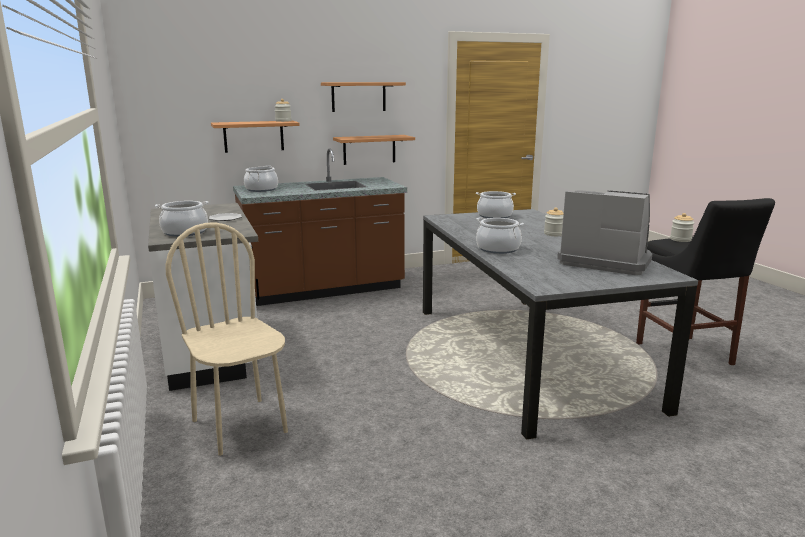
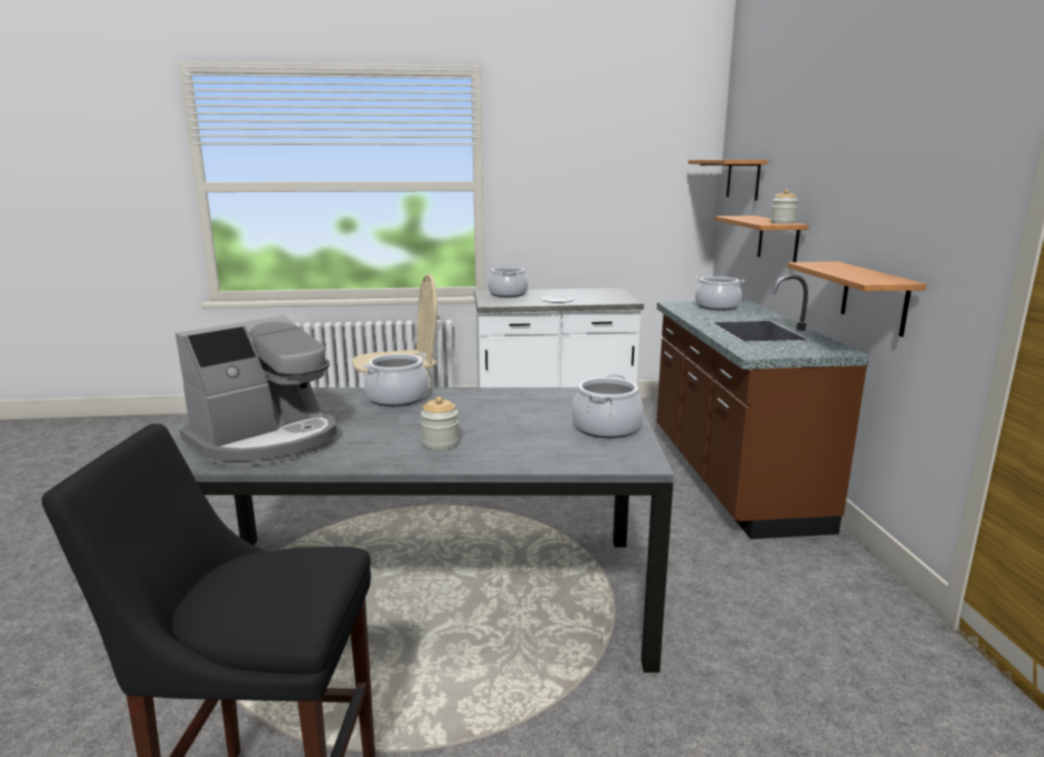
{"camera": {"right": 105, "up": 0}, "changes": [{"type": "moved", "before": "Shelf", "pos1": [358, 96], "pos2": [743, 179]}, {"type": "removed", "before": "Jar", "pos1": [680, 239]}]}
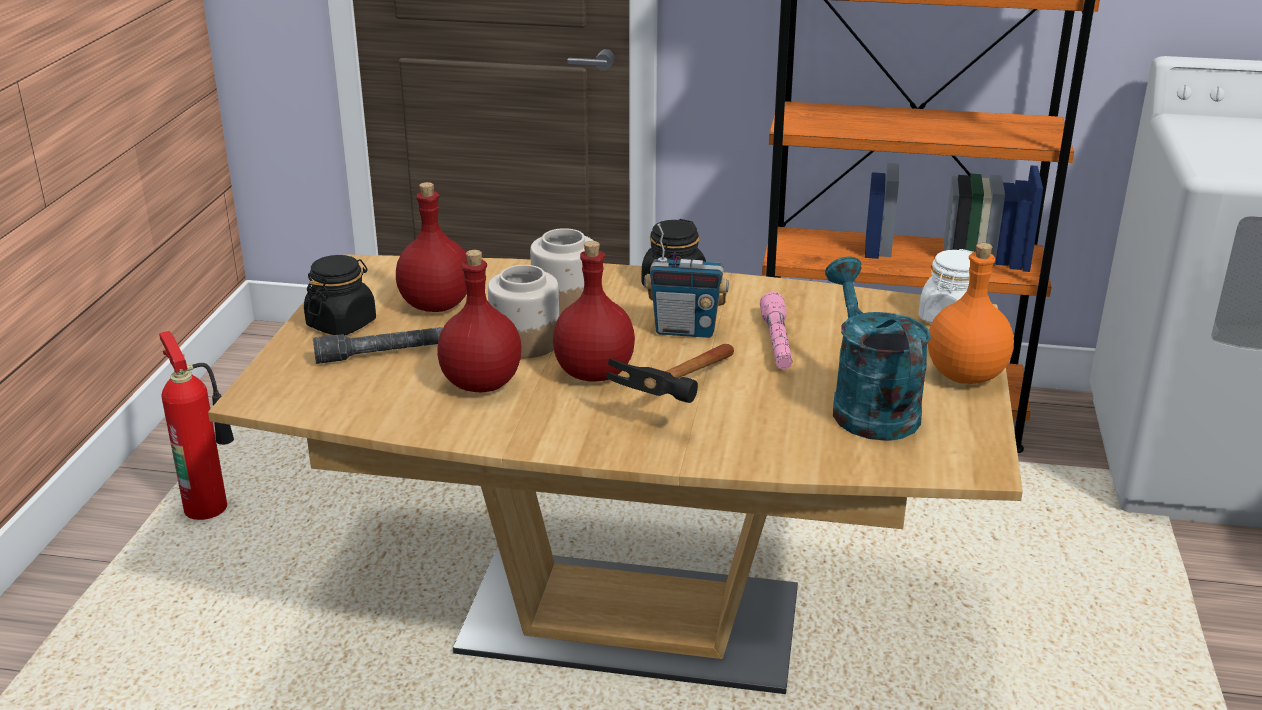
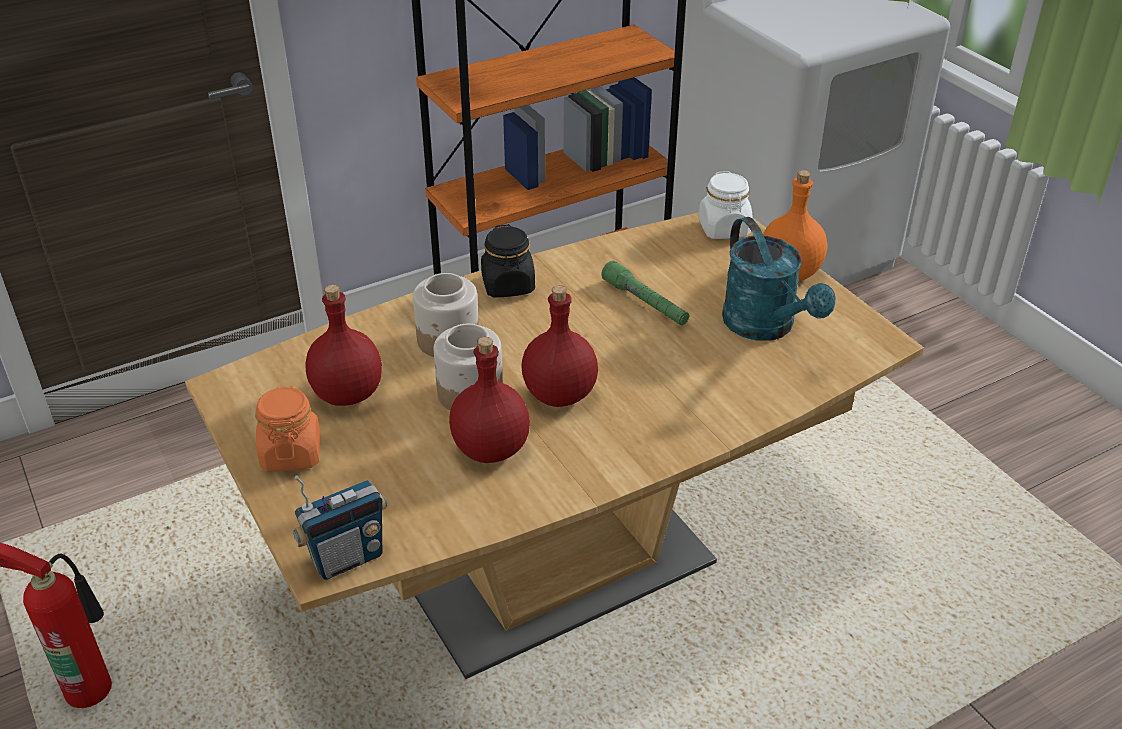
{"camera": {"right": -40, "up": 10}, "changes": [{"type": "recoloured", "before": "BlackJar", "after": "OrangeJar", "pos1": [342, 324], "pos2": [291, 453]}, {"type": "moved", "before": "Radio", "pos1": [685, 330], "pos2": [347, 558]}, {"type": "recoloured", "before": "PinkFlashlight", "after": "GreenFlashlight", "pos1": [777, 342], "pos2": [645, 303]}, {"type": "turned", "before": "TurquoiseWateringCan", "pos1": [868, 405], "pos2": [766, 327], "turn": -150}, {"type": "removed", "before": "GreyFlashlight", "pos1": [381, 354]}, {"type": "removed", "before": "Hammer", "pos1": [678, 403]}]}
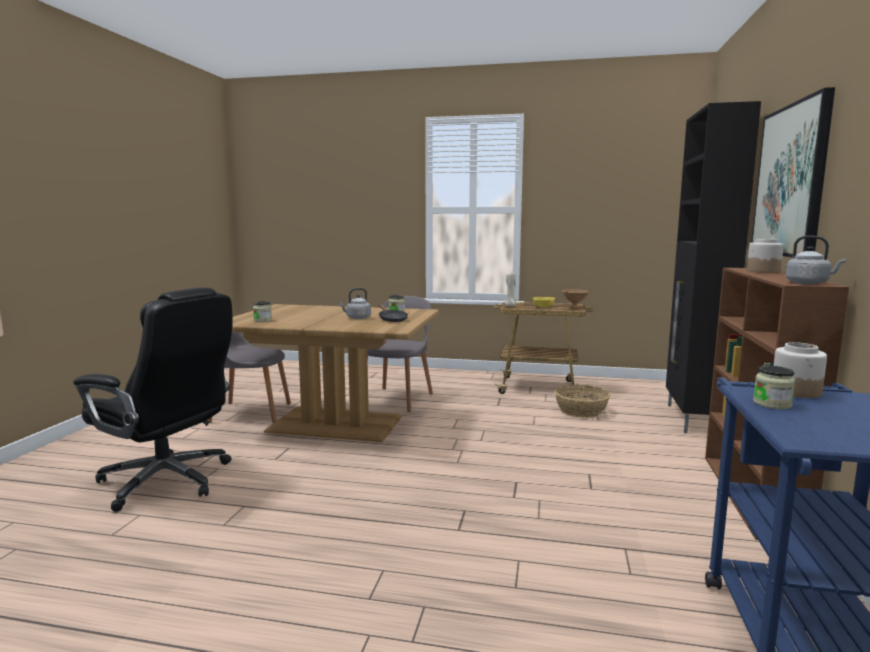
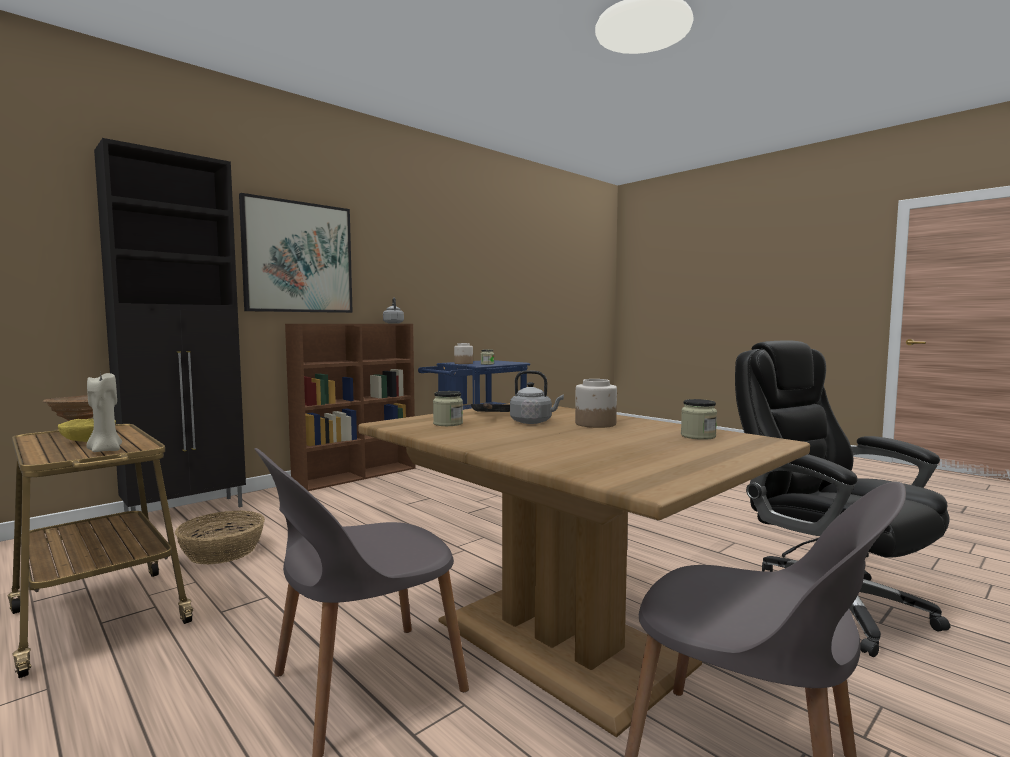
{"camera": {"right": -145, "up": -5}, "changes": [{"type": "moved", "before": "Jar", "pos1": [763, 271], "pos2": [595, 424]}]}
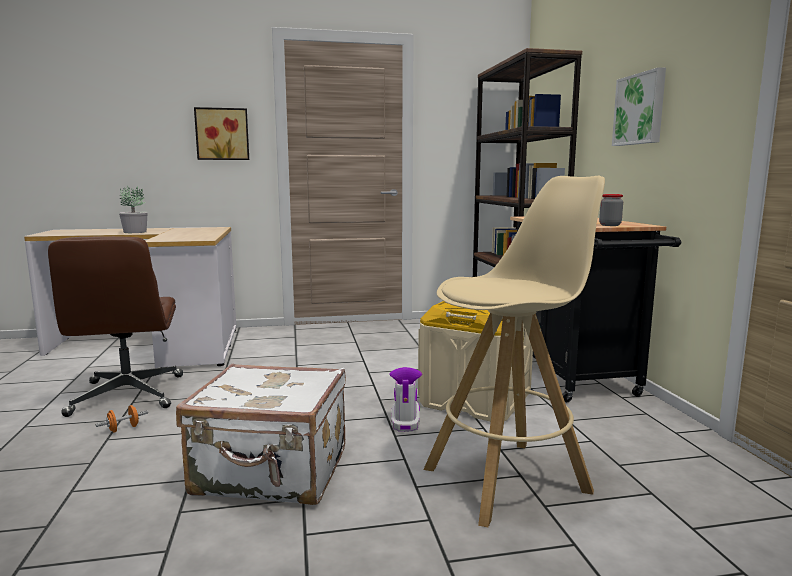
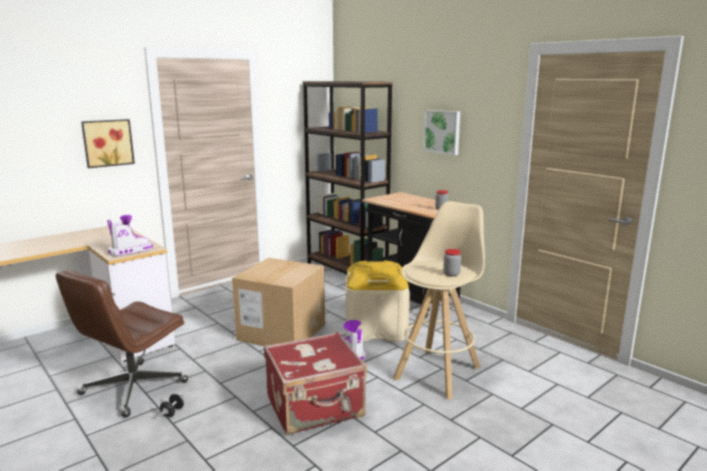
{"camera": {"right": -30, "up": 5}, "changes": [{"type": "turned", "before": "BrownOfficeChair", "pos1": [128, 395], "pos2": [133, 389], "turn": 75}, {"type": "added", "after": "Boot", "pos2": [130, 251]}, {"type": "recoloured", "before": "OrangeDumbbell", "after": "BlackDumbbell", "pos1": [123, 429], "pos2": [172, 412]}, {"type": "added", "after": "CardboardBox", "pos2": [282, 332]}, {"type": "recoloured", "before": "WhiteSuitcase", "after": "RedSuitcase", "pos1": [272, 473], "pos2": [316, 408]}, {"type": "added", "after": "Jar", "pos2": [451, 274]}, {"type": "removed", "before": "PottedPlant", "pos1": [135, 232]}]}
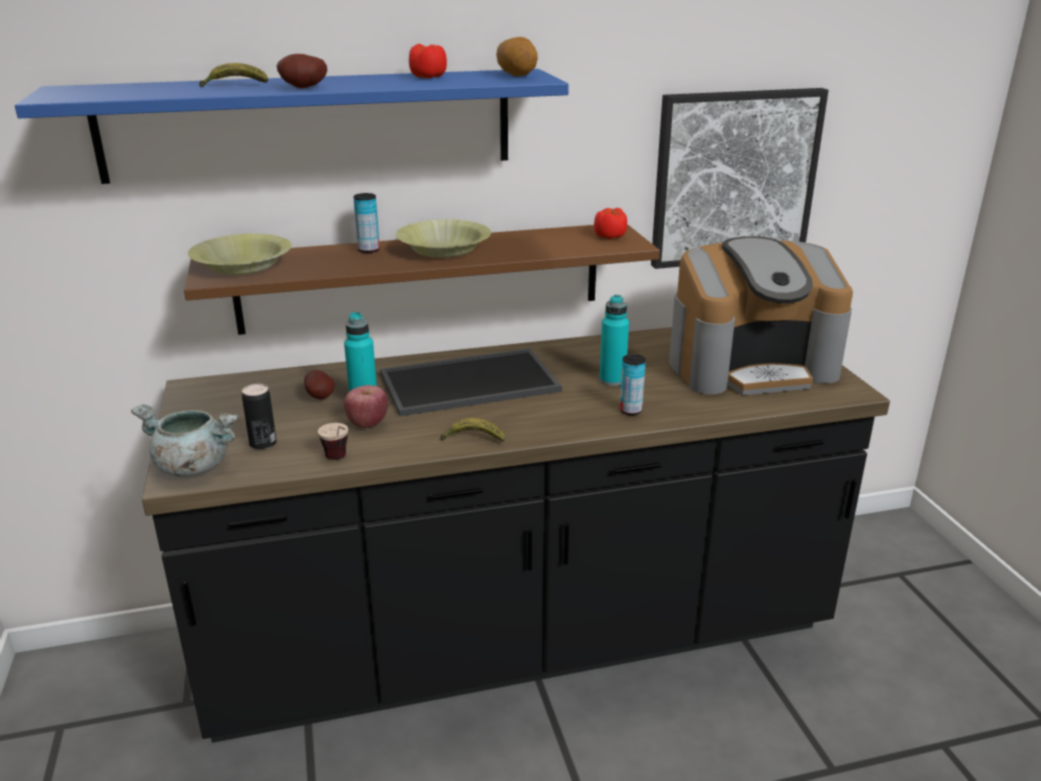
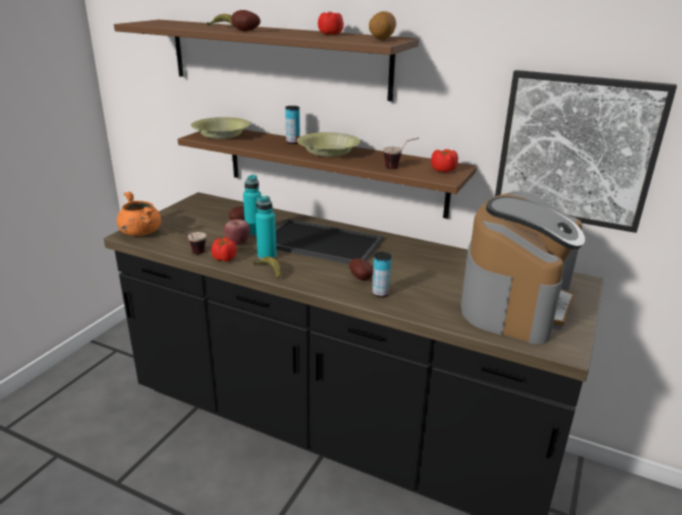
{"camera": {"right": 40, "up": 0}, "changes": [{"type": "recoloured", "before": "BlueShelf", "after": "BrownShelf", "pos1": [309, 124], "pos2": [276, 58]}, {"type": "recoloured", "before": "GreyCookingPot", "after": "OrangeCookingPot", "pos1": [192, 467], "pos2": [140, 232]}, {"type": "added", "after": "Tomato", "pos2": [224, 258]}, {"type": "moved", "before": "TurquoiseBottle", "pos1": [612, 380], "pos2": [267, 256]}, {"type": "added", "after": "Potato", "pos2": [361, 278]}, {"type": "added", "after": "Cup", "pos2": [399, 167]}, {"type": "turned", "before": "CoffeeMachine", "pos1": [751, 365], "pos2": [515, 301], "turn": -90}, {"type": "removed", "before": "Can", "pos1": [263, 443]}]}
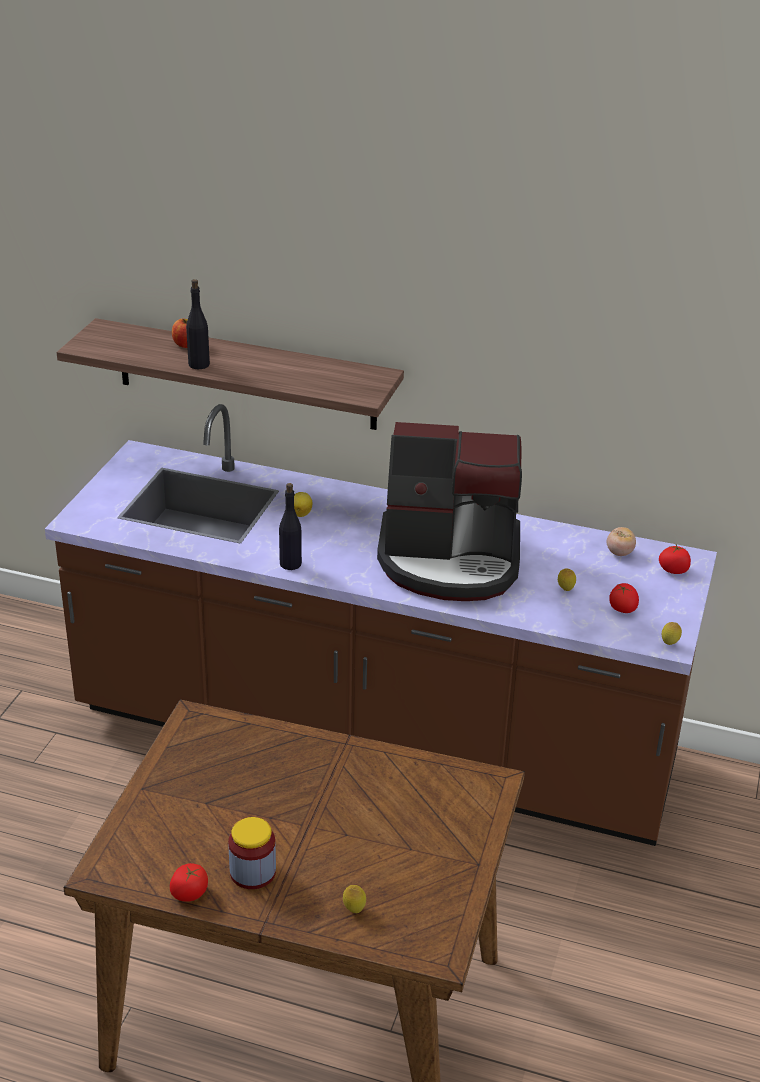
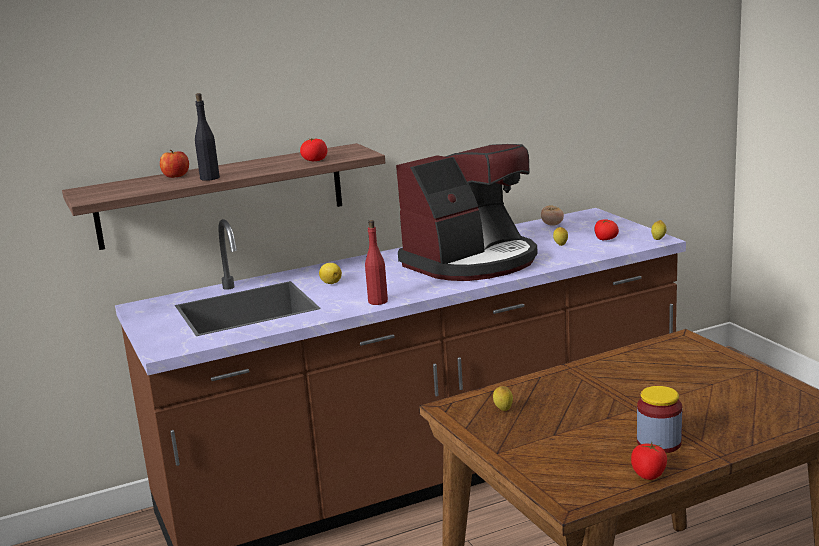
{"camera": {"right": -40, "up": -15}, "changes": [{"type": "moved", "before": "Tomato", "pos1": [673, 570], "pos2": [314, 160]}, {"type": "recoloured", "before": "BlackBottle", "after": "RedBottle", "pos1": [290, 564], "pos2": [377, 301]}, {"type": "moved", "before": "Lemon", "pos1": [354, 910], "pos2": [503, 410]}]}
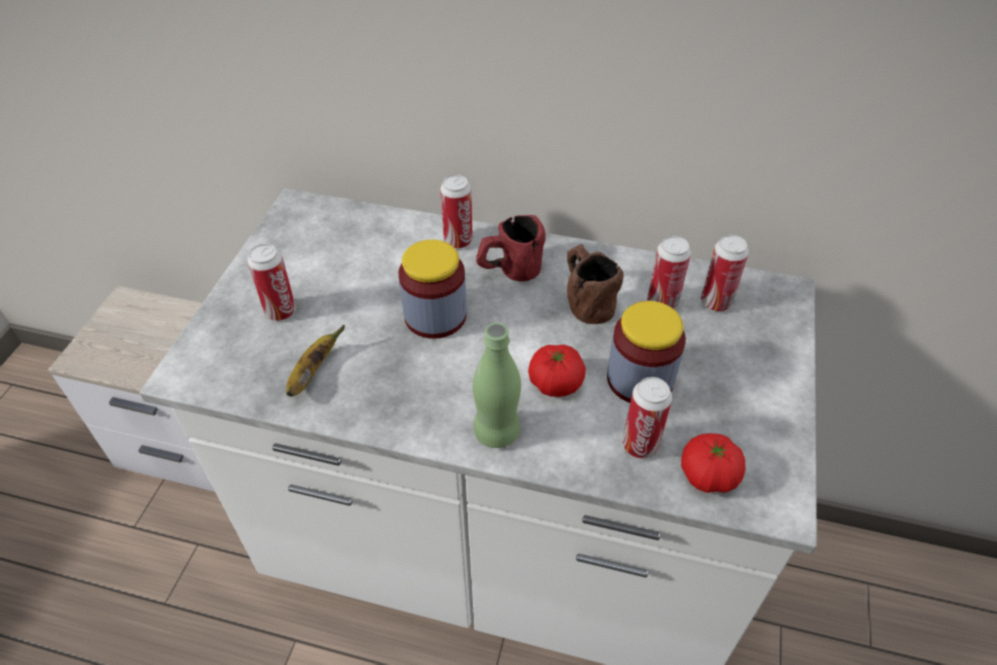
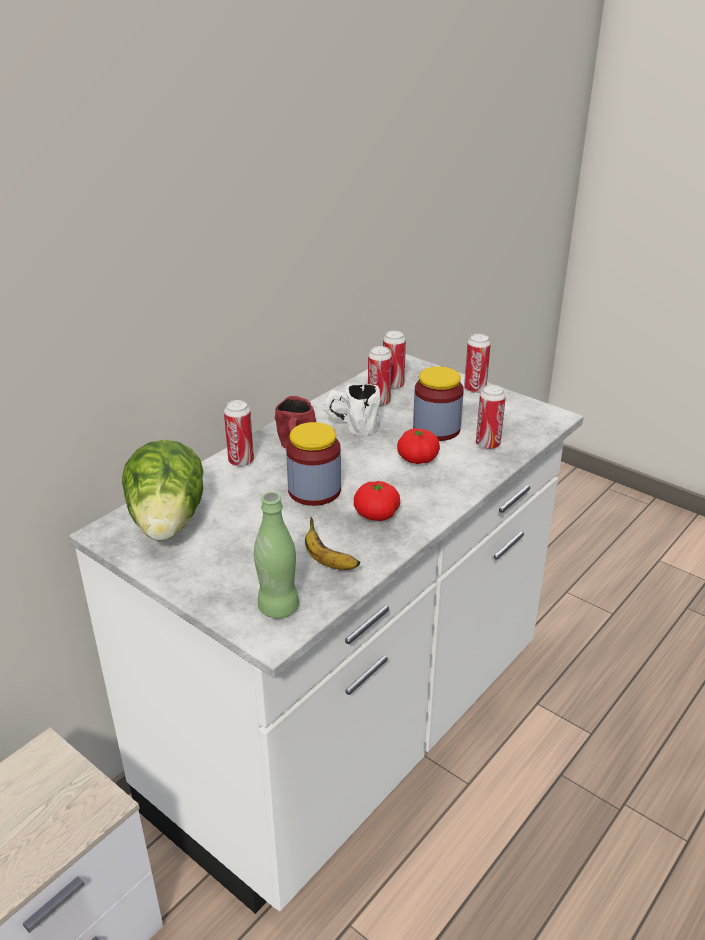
{"camera": {"right": -65, "up": -15}, "changes": [{"type": "added", "after": "Lettuce", "pos2": [168, 523]}, {"type": "moved", "before": "GreenBottle", "pos1": [496, 432], "pos2": [278, 607]}, {"type": "recoloured", "before": "BrownMug", "after": "WhiteMug", "pos1": [585, 300], "pos2": [351, 427]}, {"type": "moved", "before": "Tomato", "pos1": [708, 475], "pos2": [376, 514]}, {"type": "moved", "before": "Can", "pos1": [280, 311], "pos2": [475, 389]}]}
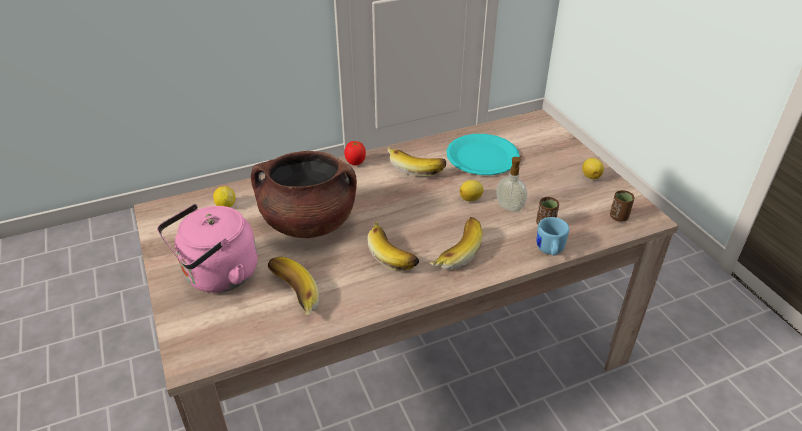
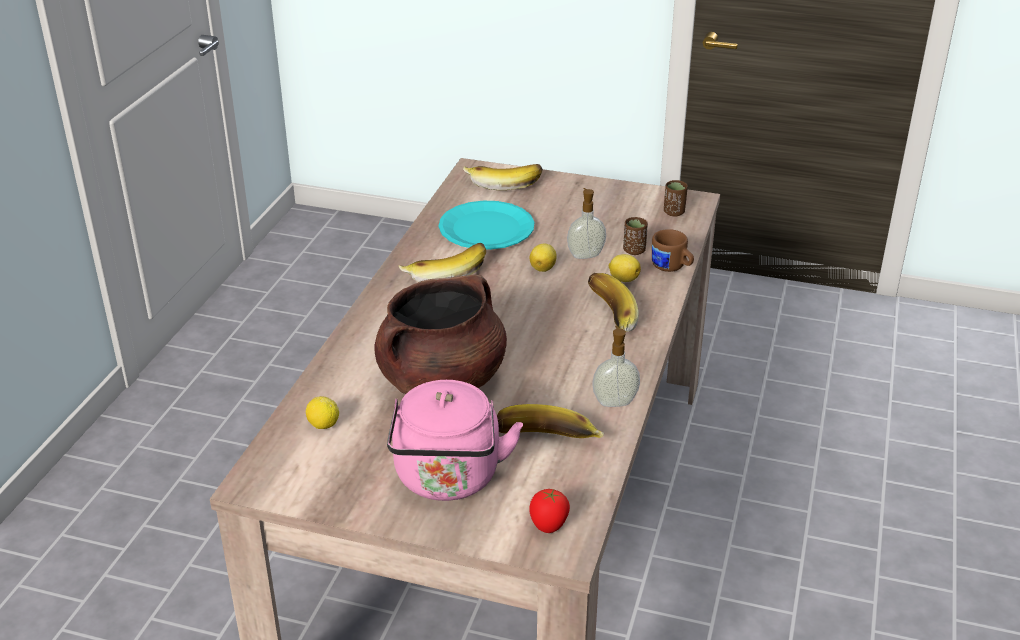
{"camera": {"right": -50, "up": -5}, "changes": [{"type": "moved", "before": "Banana", "pos1": [394, 253], "pos2": [504, 182]}, {"type": "moved", "before": "Tomato", "pos1": [355, 163], "pos2": [548, 527]}, {"type": "added", "after": "SoapDispenser", "pos2": [614, 401]}, {"type": "moved", "before": "Lemon", "pos1": [591, 176], "pos2": [623, 279]}, {"type": "recoloured", "before": "BlueMug", "after": "BrownMug", "pos1": [549, 250], "pos2": [672, 268]}]}
